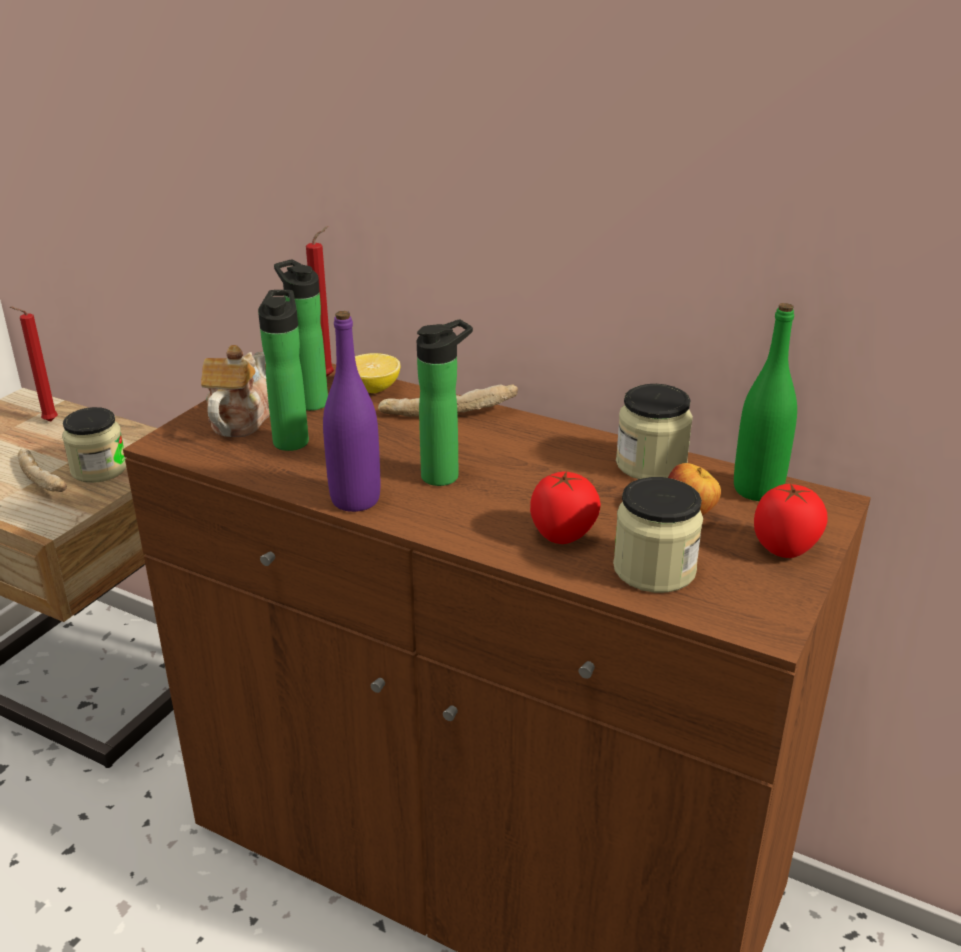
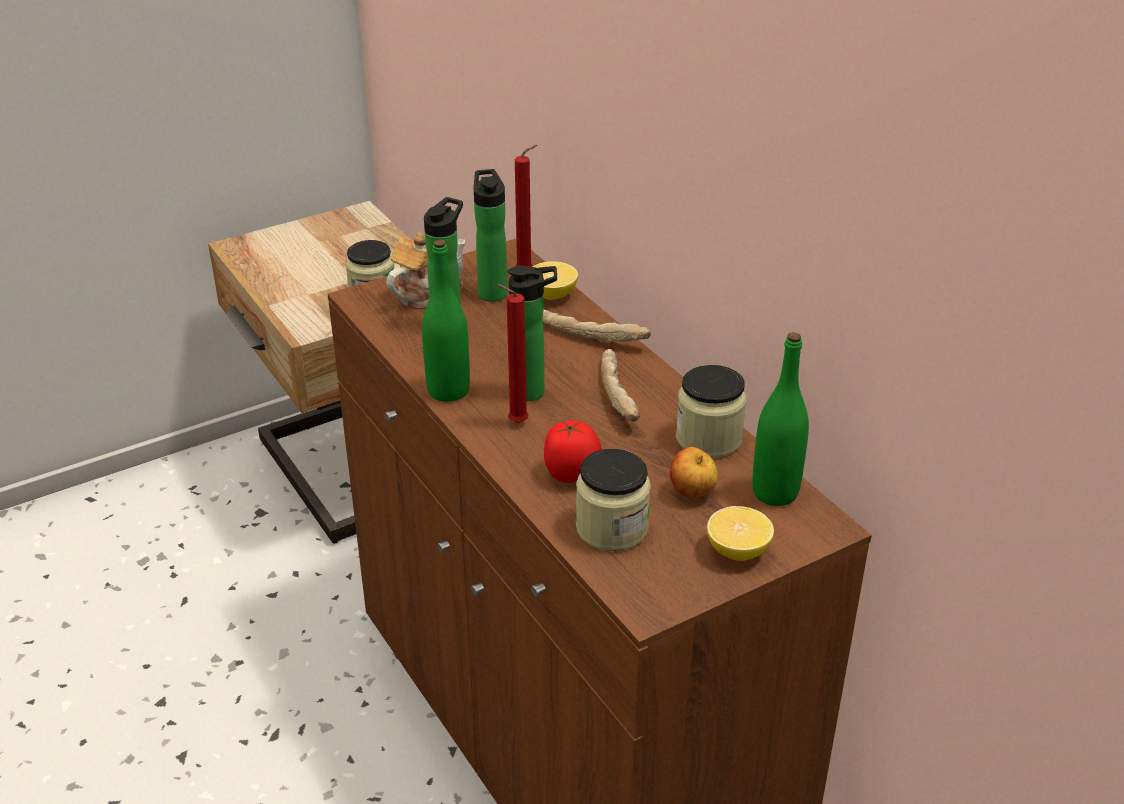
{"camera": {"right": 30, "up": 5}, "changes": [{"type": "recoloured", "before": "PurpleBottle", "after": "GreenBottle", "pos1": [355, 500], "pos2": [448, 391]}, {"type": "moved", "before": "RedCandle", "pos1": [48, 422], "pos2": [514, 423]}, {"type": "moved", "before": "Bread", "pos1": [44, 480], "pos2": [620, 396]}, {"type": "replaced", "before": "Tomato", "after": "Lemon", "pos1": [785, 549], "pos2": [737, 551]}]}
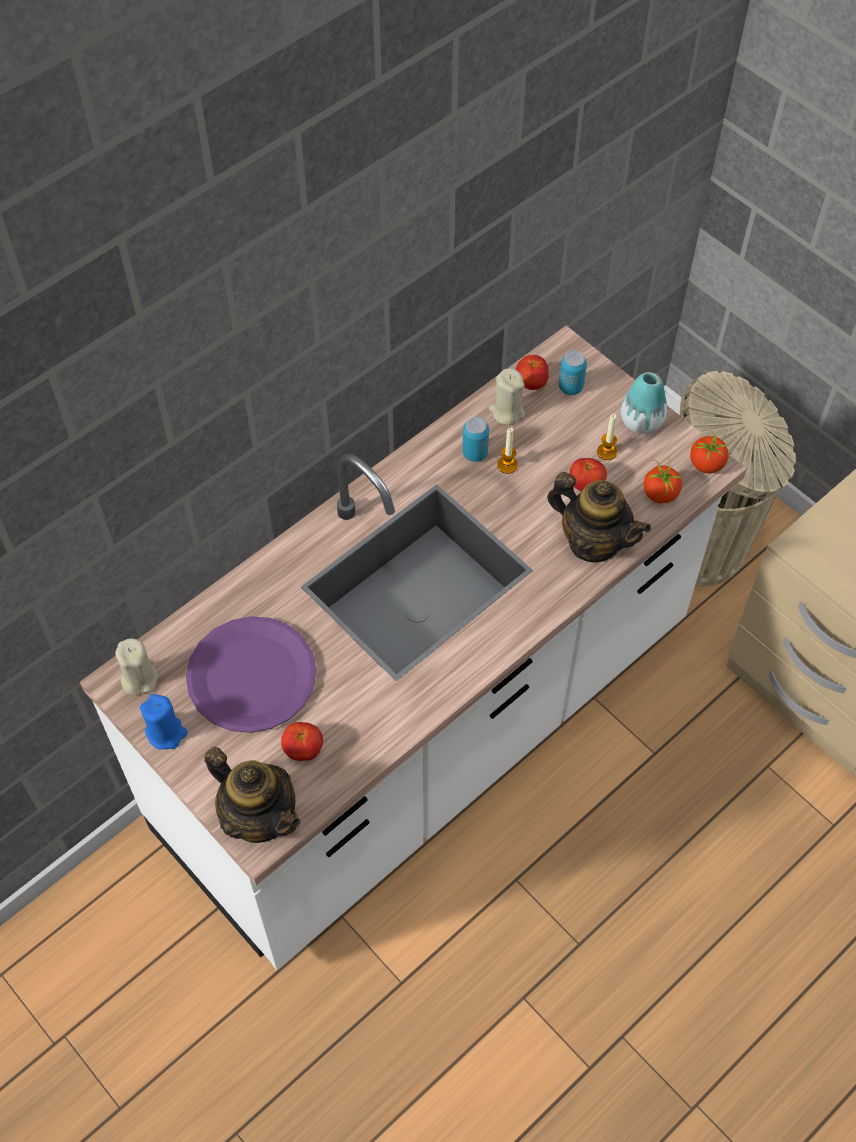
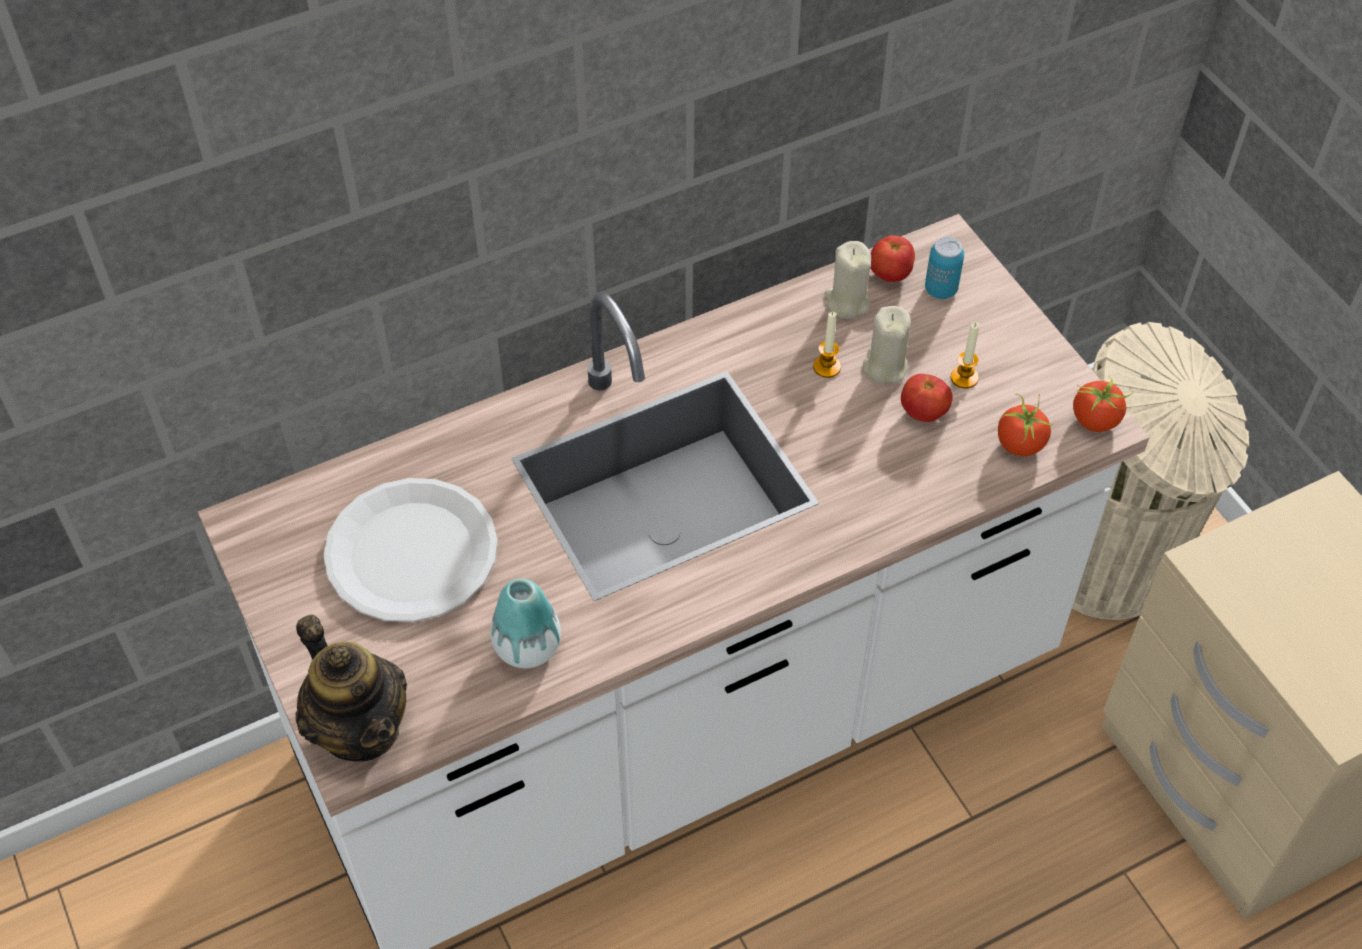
{"camera": {"right": 15, "up": -5}, "changes": [{"type": "recoloured", "before": "PurplePlate", "after": "WhitePlate", "pos1": [251, 676], "pos2": [411, 553]}, {"type": "moved", "before": "Vase", "pos1": [641, 422], "pos2": [527, 647]}, {"type": "moved", "before": "BeigeCandle", "pos1": [139, 678], "pos2": [884, 366]}, {"type": "removed", "before": "BlueCandle", "pos1": [166, 733]}, {"type": "removed", "before": "Tomato", "pos1": [303, 749]}, {"type": "removed", "before": "Can", "pos1": [475, 453]}, {"type": "removed", "before": "Teapot", "pos1": [593, 542]}]}
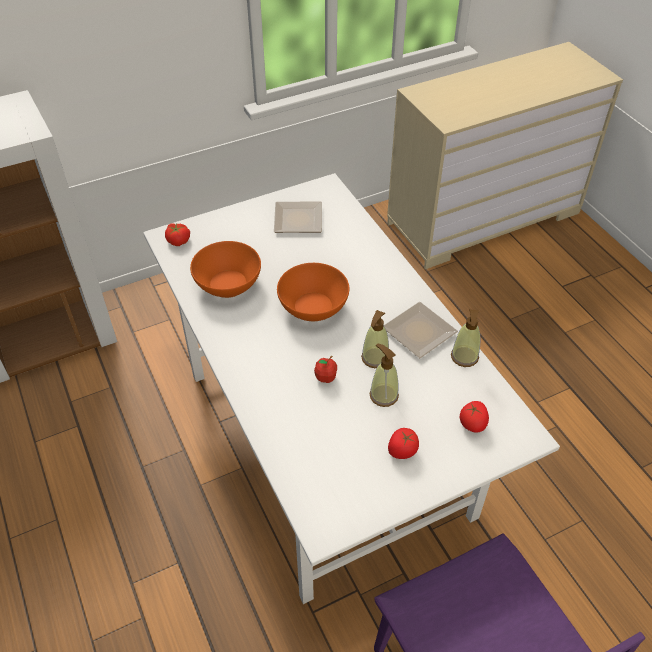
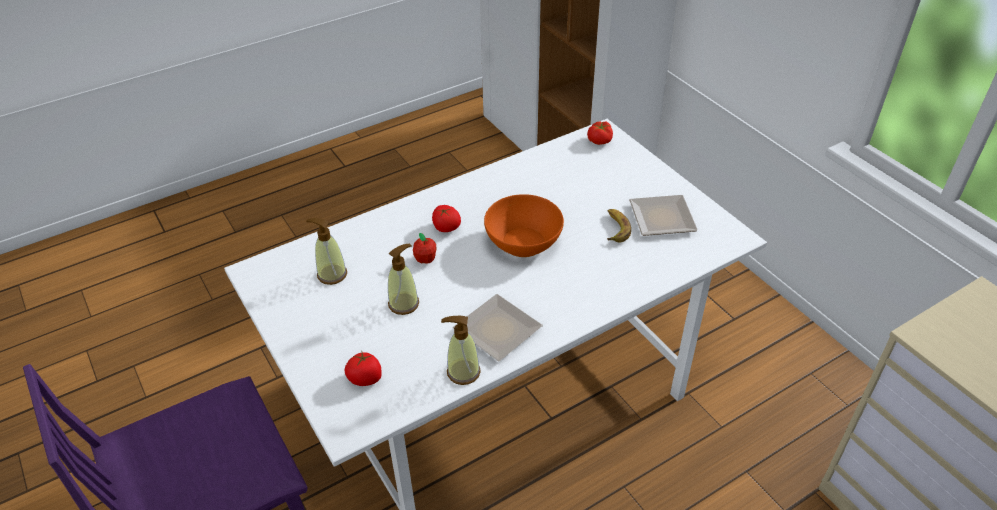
{"camera": {"right": 85, "up": -5}, "changes": [{"type": "moved", "before": "SoapDispenser", "pos1": [375, 358], "pos2": [332, 274]}, {"type": "moved", "before": "Tomato", "pos1": [402, 451], "pos2": [446, 228]}, {"type": "added", "after": "Banana", "pos2": [615, 228]}, {"type": "removed", "before": "OrangeBowl", "pos1": [228, 284]}]}
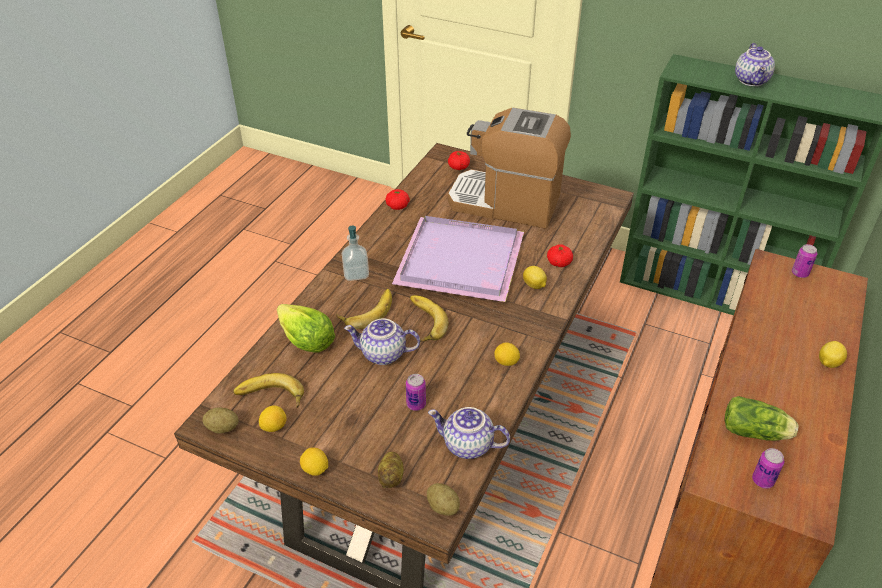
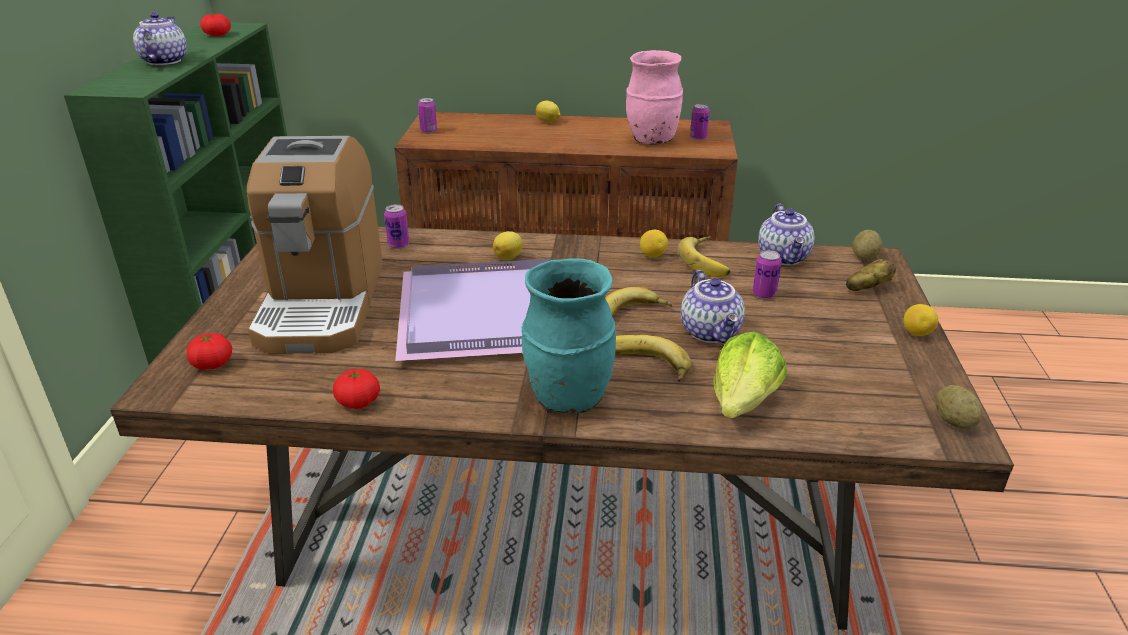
{"camera": {"right": -110, "up": -10}, "changes": [{"type": "turned", "before": "Teapot", "pos1": [752, 81], "pos2": [163, 61], "turn": -75}, {"type": "moved", "before": "Tomato", "pos1": [559, 263], "pos2": [217, 35]}, {"type": "added", "after": "Can", "pos2": [398, 245]}, {"type": "replaced", "before": "SoapDispenser", "after": "TurquoiseVase", "pos1": [356, 274], "pos2": [567, 397]}, {"type": "replaced", "before": "Lettuce", "after": "PinkVase", "pos1": [756, 432], "pos2": [651, 140]}, {"type": "moved", "before": "Banana", "pos1": [270, 397], "pos2": [708, 261]}, {"type": "removed", "before": "Lemon", "pos1": [274, 427]}]}
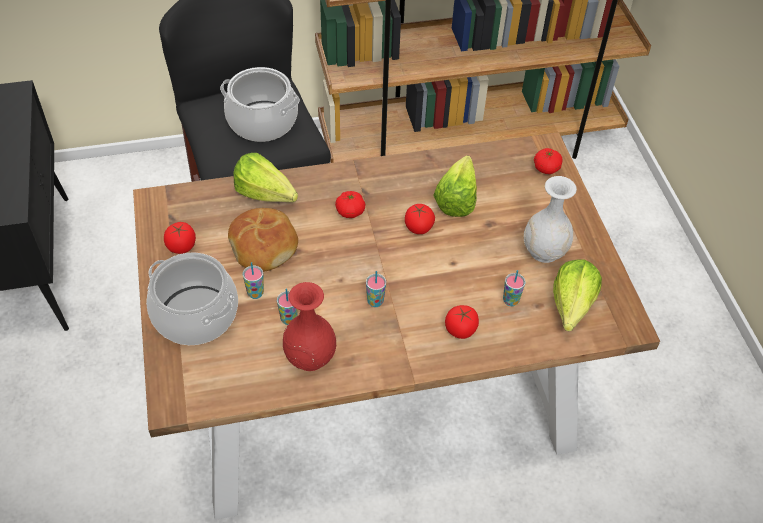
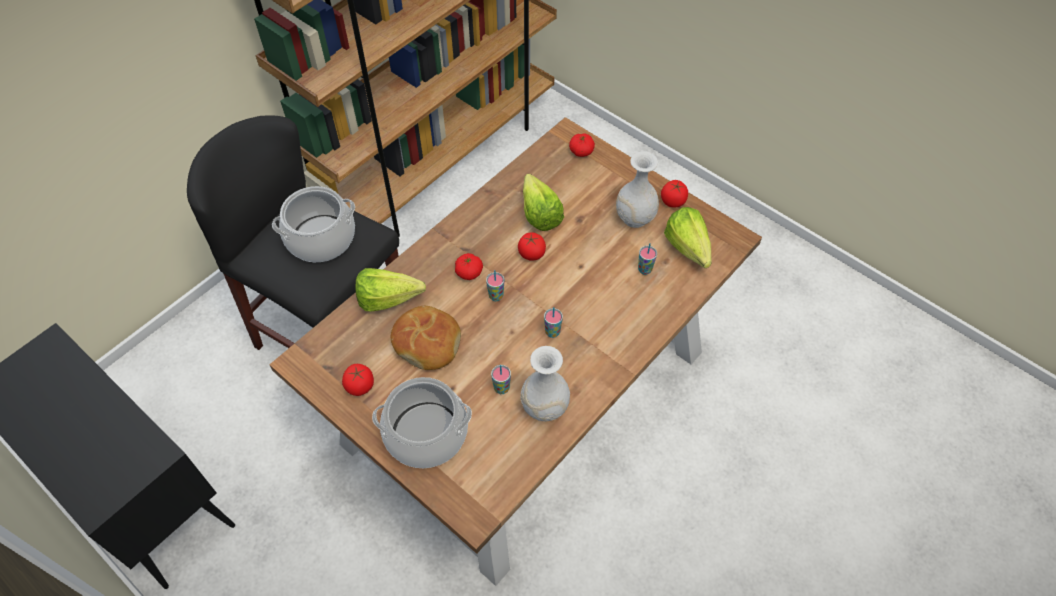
{"camera": {"right": -35, "up": 5}, "changes": [{"type": "moved", "before": "Cup", "pos1": [255, 293], "pos2": [496, 296]}, {"type": "recoloured", "before": "RedVase", "after": "WhiteVase", "pos1": [310, 357], "pos2": [544, 406]}, {"type": "moved", "before": "Tomato", "pos1": [460, 330], "pos2": [673, 201]}]}
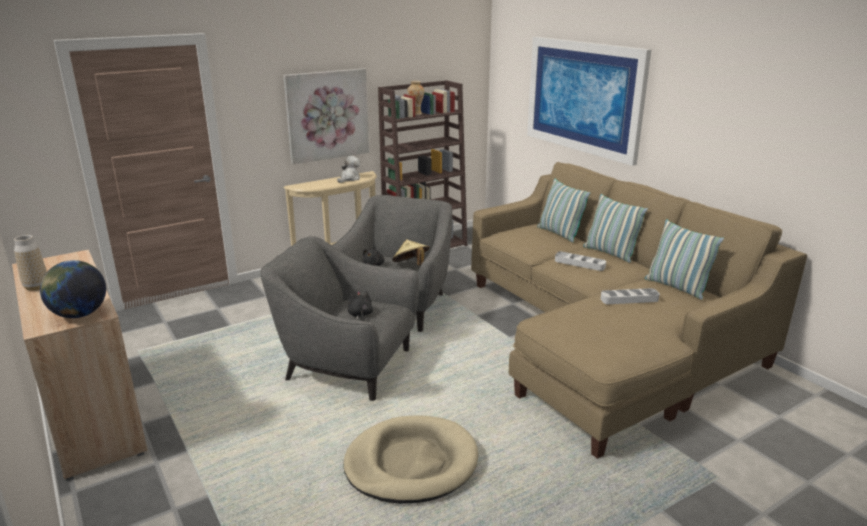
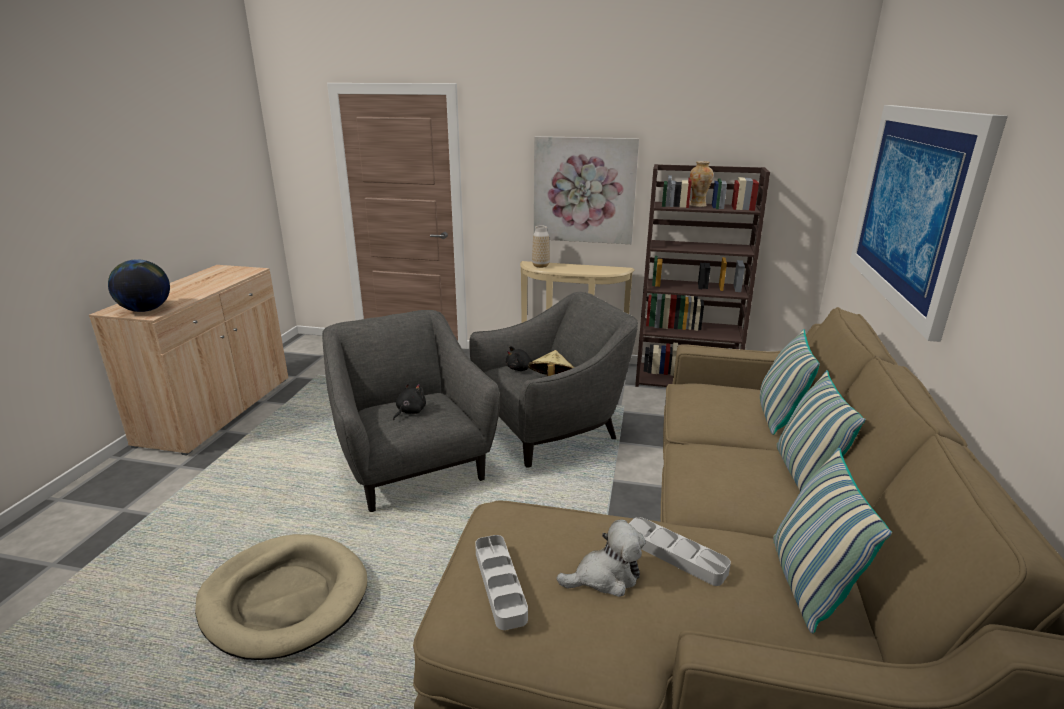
{"camera": {"right": 45, "up": 0}, "changes": [{"type": "moved", "before": "GreyTray", "pos1": [579, 264], "pos2": [500, 584]}, {"type": "moved", "before": "Vase", "pos1": [36, 287], "pos2": [540, 266]}, {"type": "moved", "before": "PlushToy", "pos1": [349, 179], "pos2": [605, 577]}]}
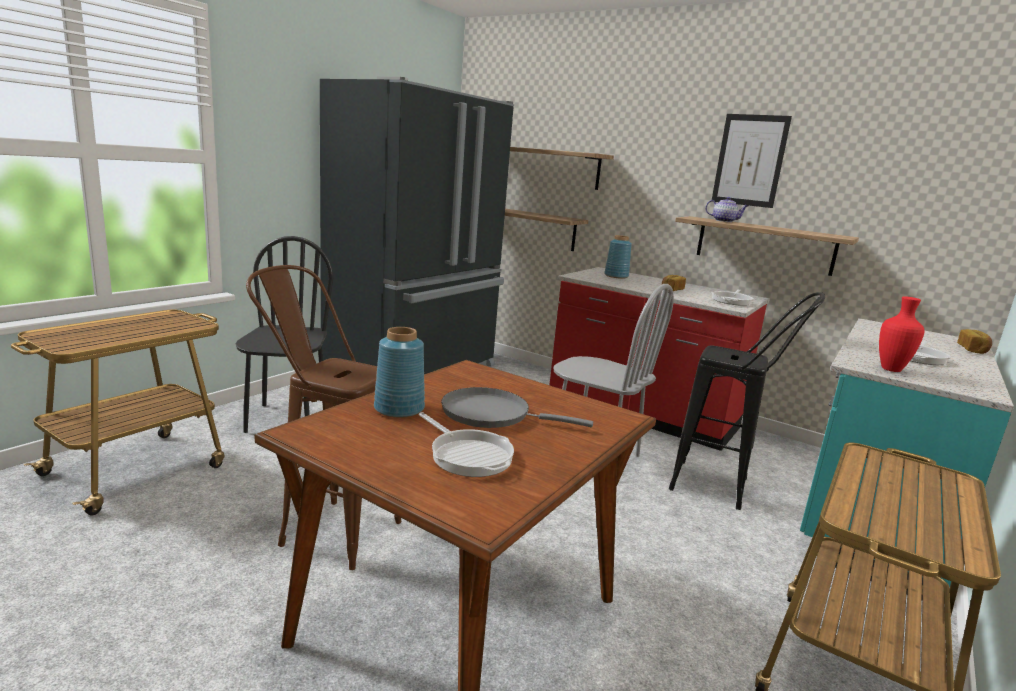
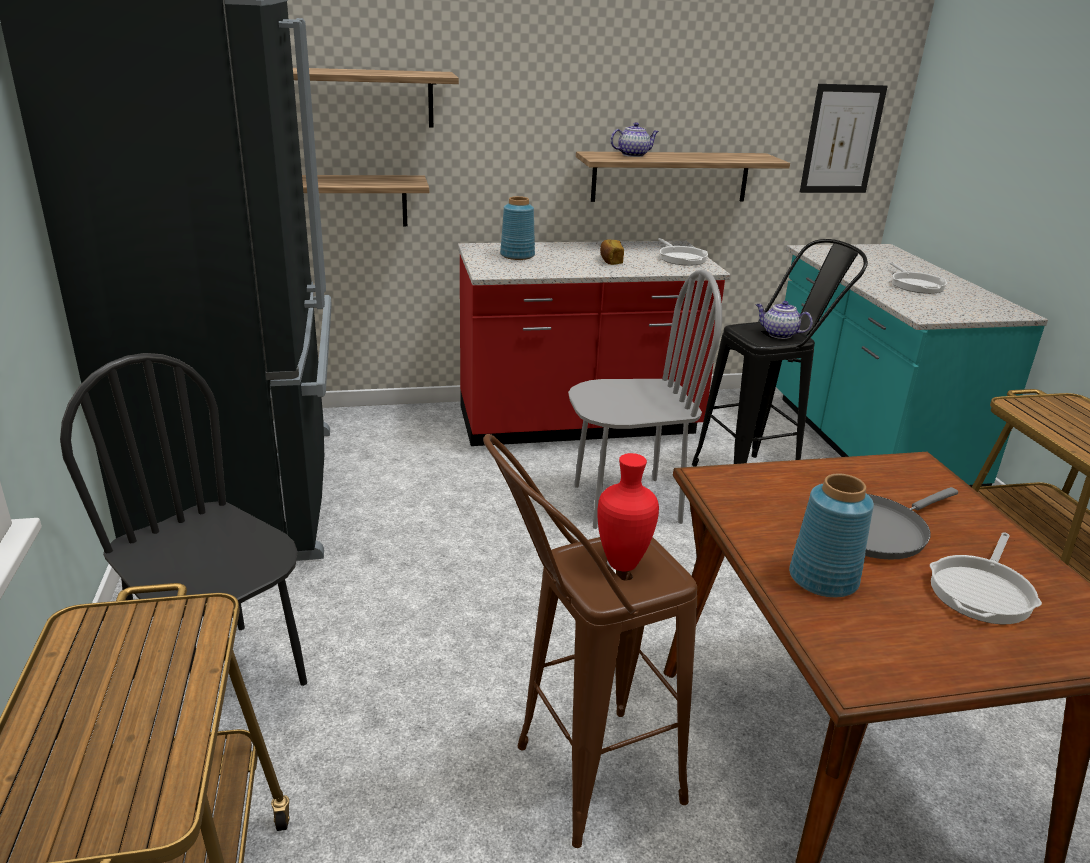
{"camera": {"right": -45, "up": 10}, "changes": [{"type": "moved", "before": "RedVase", "pos1": [890, 369], "pos2": [621, 563]}, {"type": "added", "after": "Teapot", "pos2": [779, 334]}, {"type": "moved", "before": "Picture", "pos1": [749, 160], "pos2": [842, 139]}, {"type": "turned", "before": "FryingPan", "pos1": [468, 455], "pos2": [982, 591], "turn": 120}, {"type": "removed", "before": "Bread", "pos1": [973, 350]}]}
